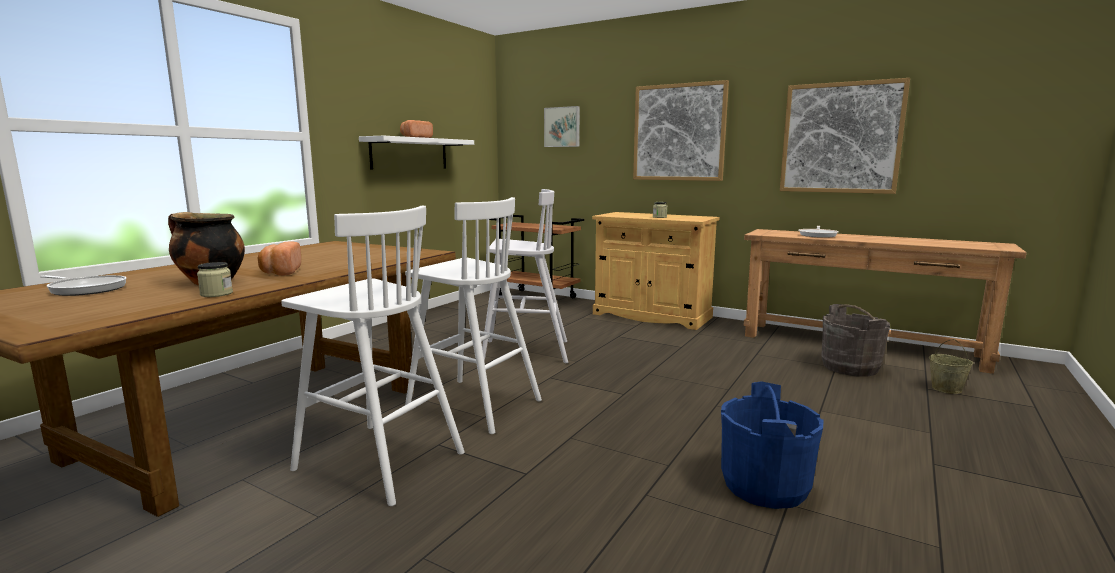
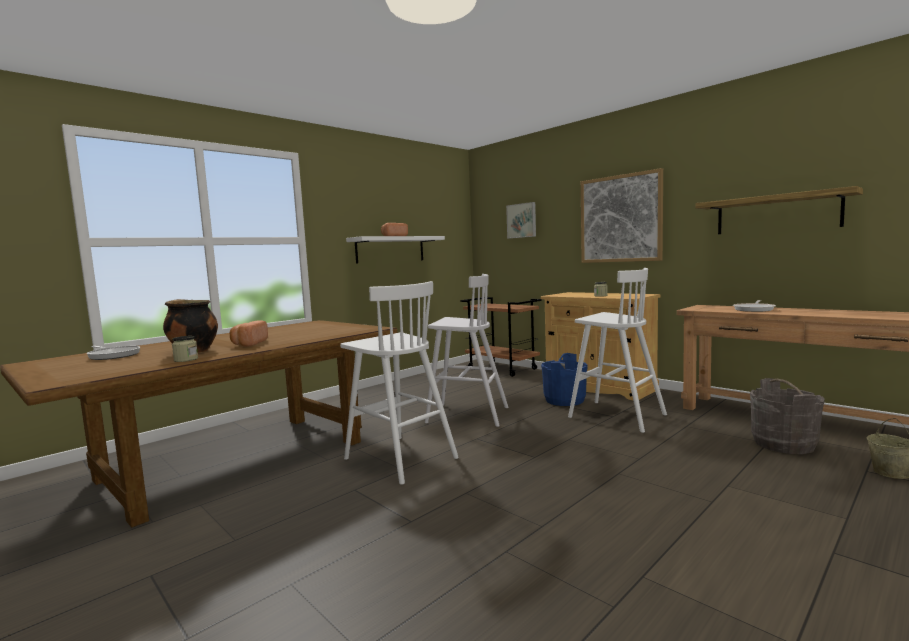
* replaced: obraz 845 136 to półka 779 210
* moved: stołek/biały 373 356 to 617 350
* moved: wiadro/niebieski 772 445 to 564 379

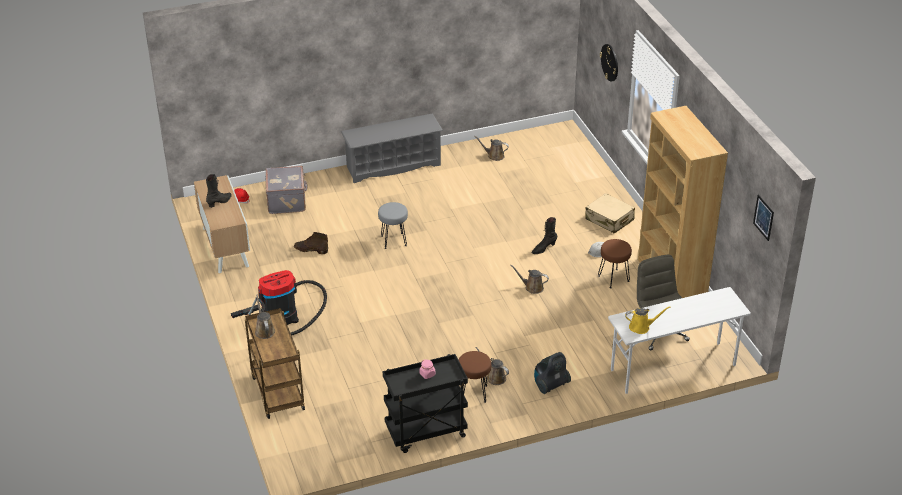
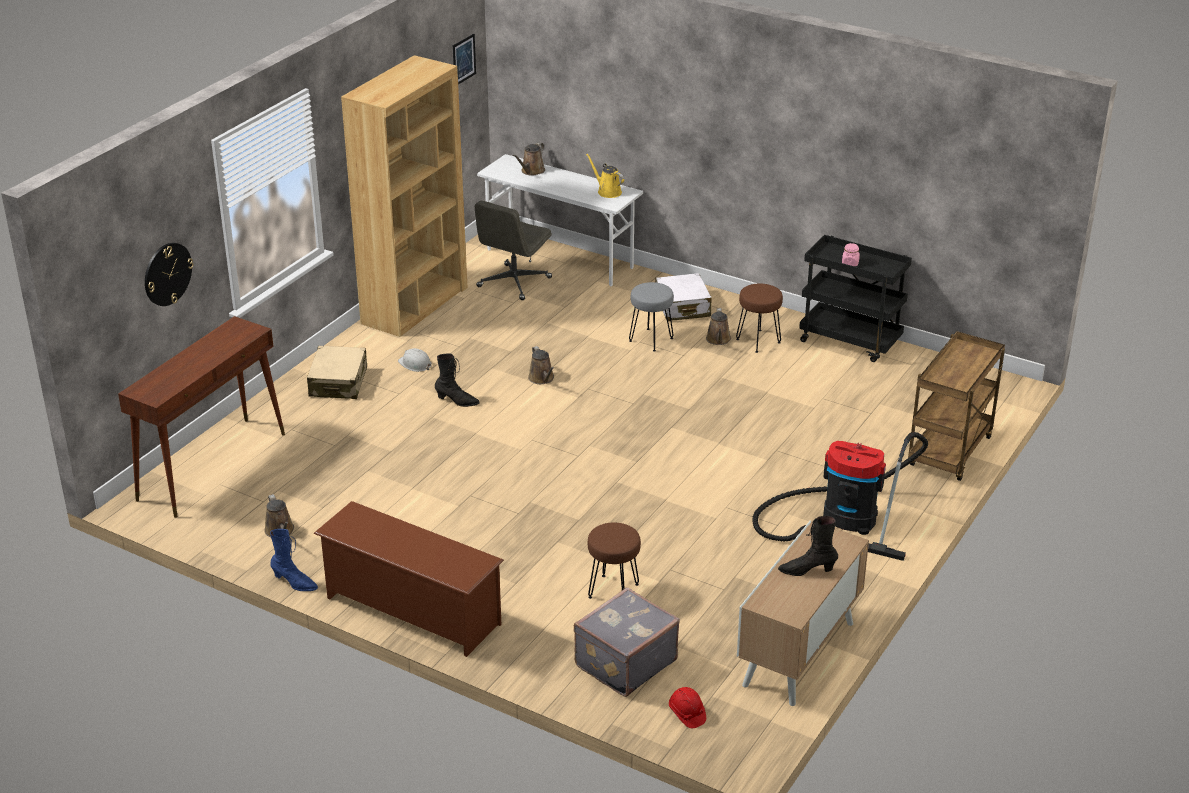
* recoloured: regał na buty/szary 392 148 to regał na buty/brązowy 409 579
* moved: stołek/szary 393 225 to 651 317
* removed: but z cholewką/brązowy 311 243
* moved: stołek/brązowy 615 264 to 614 561
* moved: konewka/brązowy 265 316 to 529 159
* replaced: odkurzacz 552 373 to walizka/biały 684 297
* added: stolik konsolowy/brązowy 201 417
* added: but z cholewką/niebieski 294 560

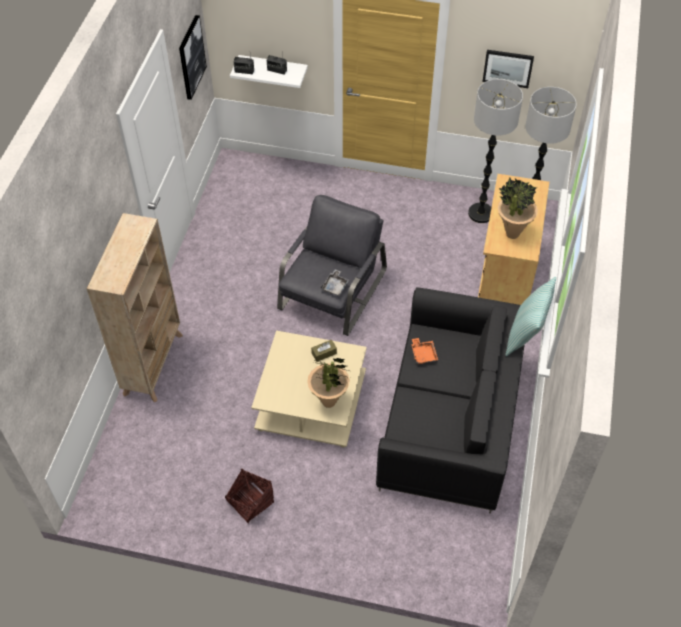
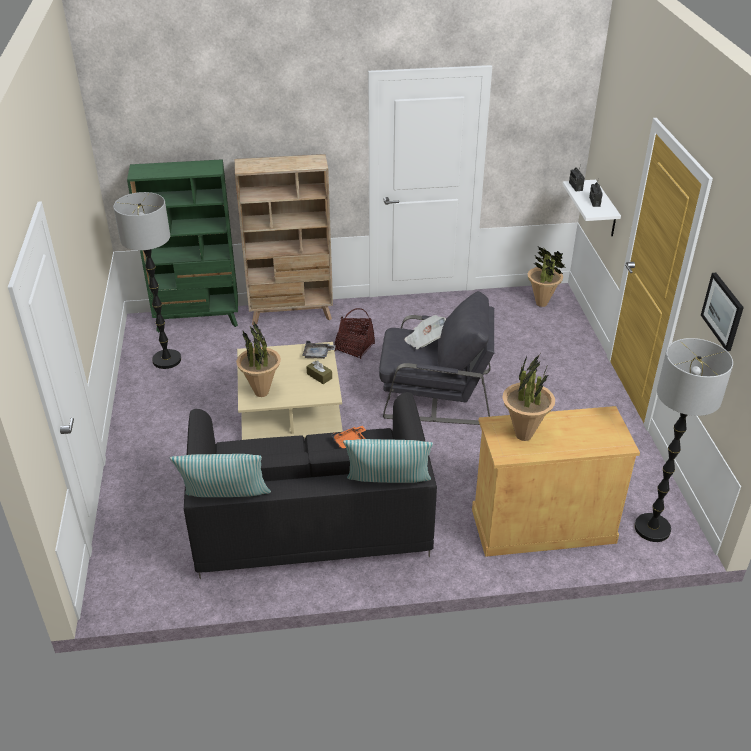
* removed: obraz 193 57
* moved: lampa stojąca 495 151 to 147 280
* moved: taca/szary 335 282 to 319 350
* moved: koszyk 249 496 to 355 333
* added: regał/zielony 182 245
* added: roślina doniczkowa 547 277
* added: gazeta 425 332
* added: poduszka 220 475

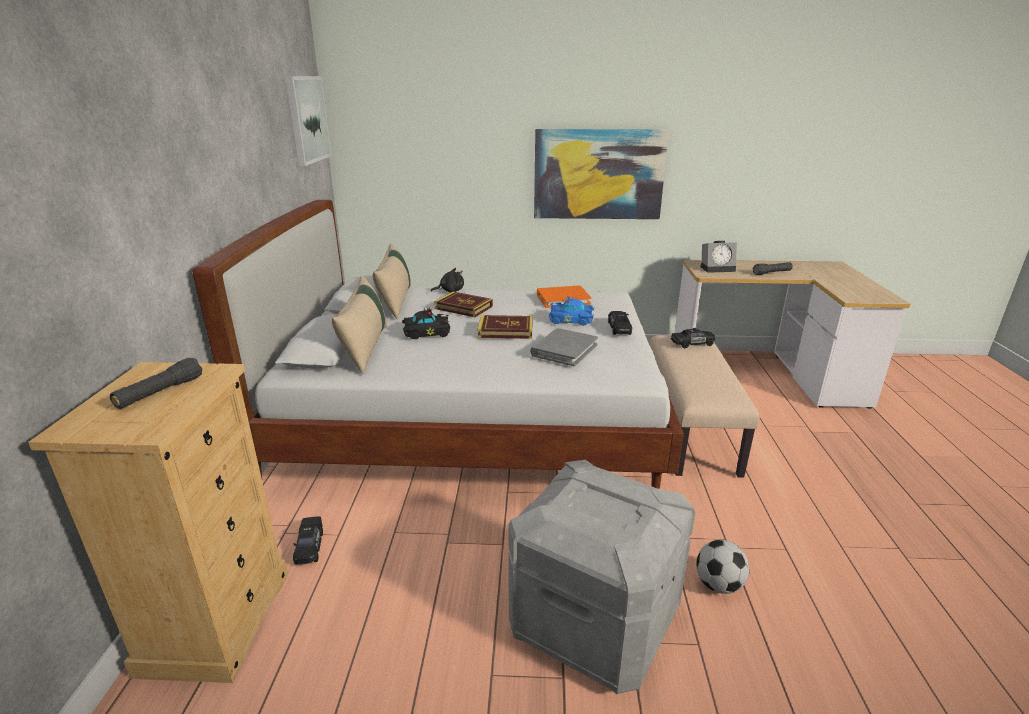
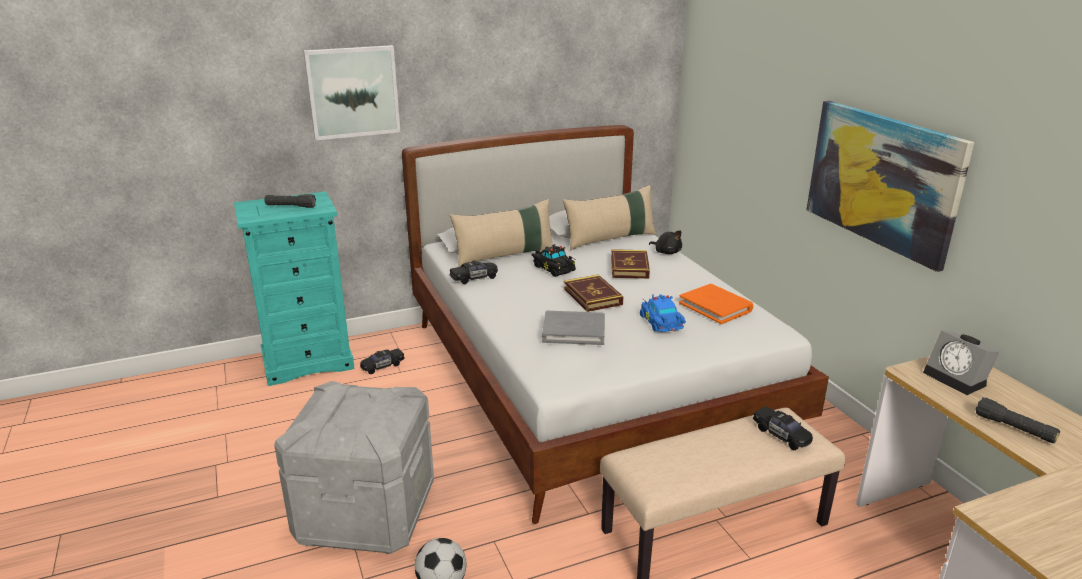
* moved: obraz 308 121 to 351 92
* moved: samochodzik/czarny 620 323 to 473 272
* recoloured: komoda/beżowy 158 522 to komoda/turkusowy 294 288

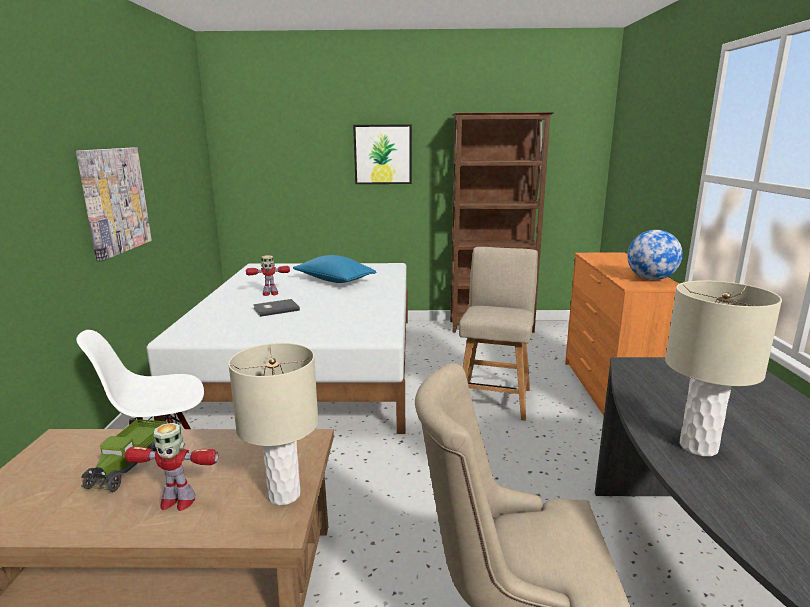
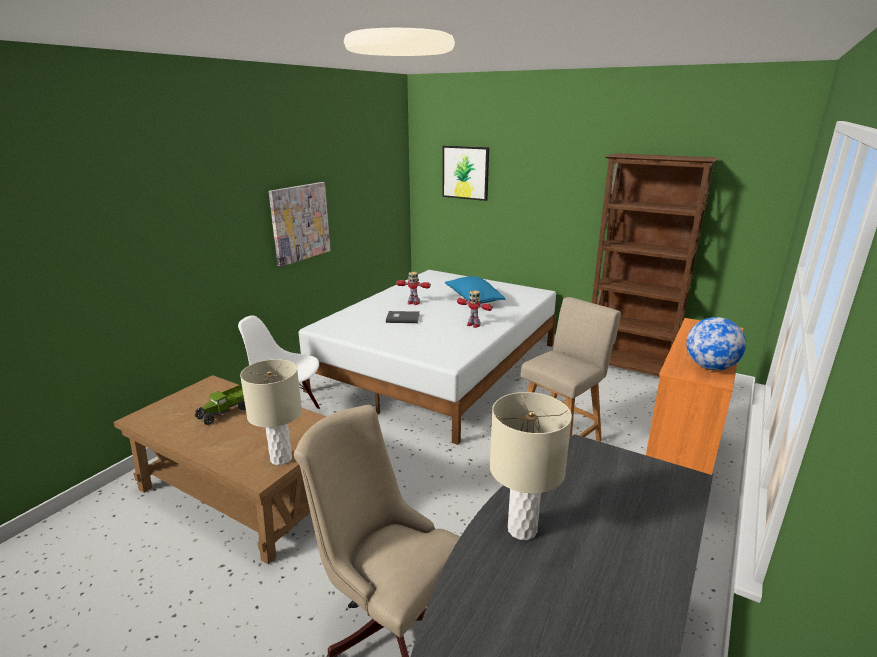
* moved: obraz 382 154 to 465 173
* moved: robot zabawkowy 171 467 to 475 309

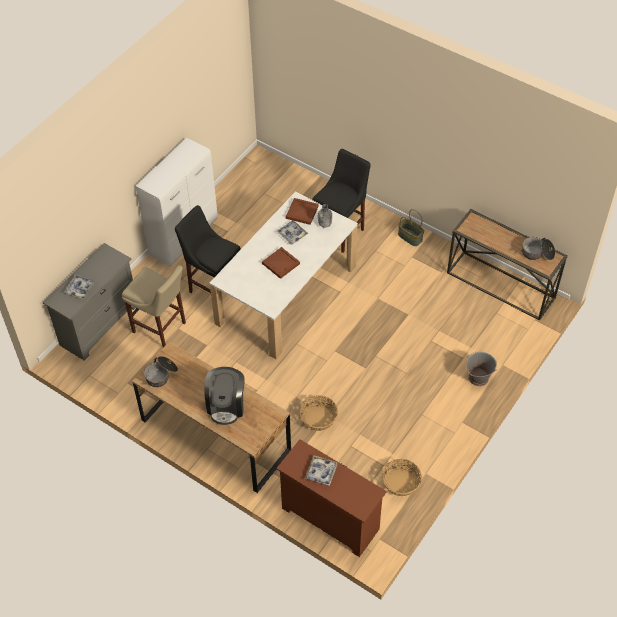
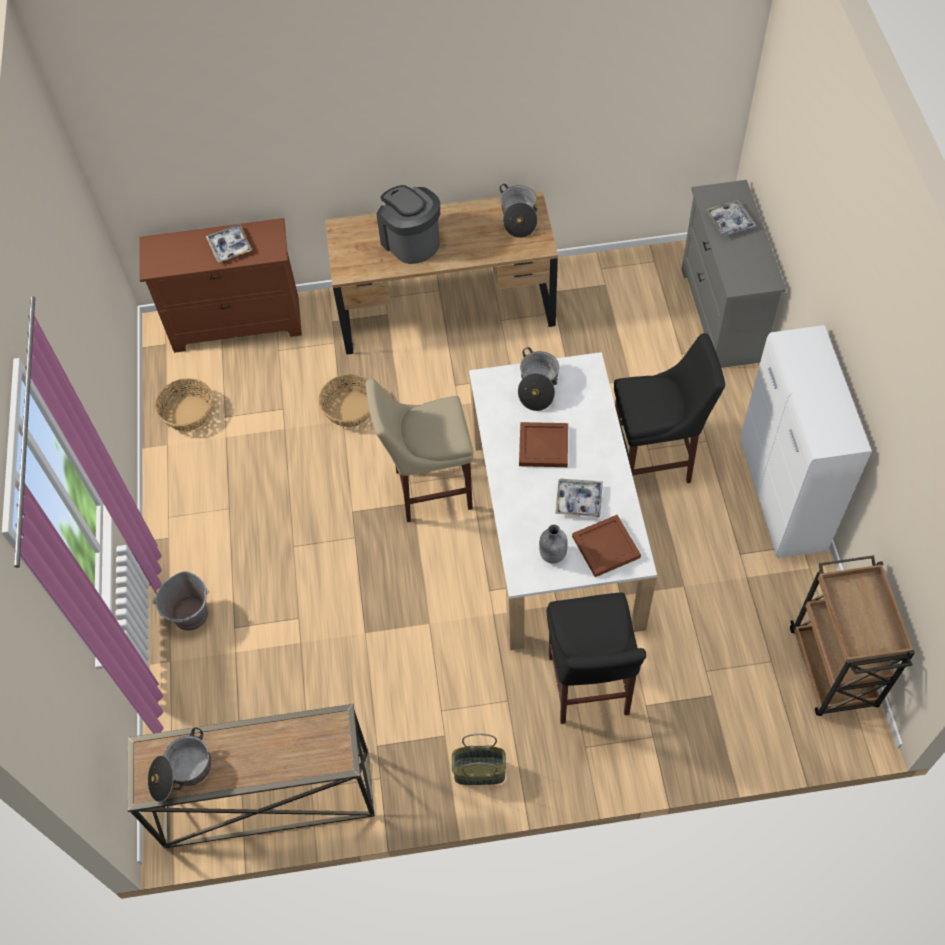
* moved: stołek/beżowy 154 306 to 419 450
* added: garnek 538 379
* added: wózek/brązowy 852 635

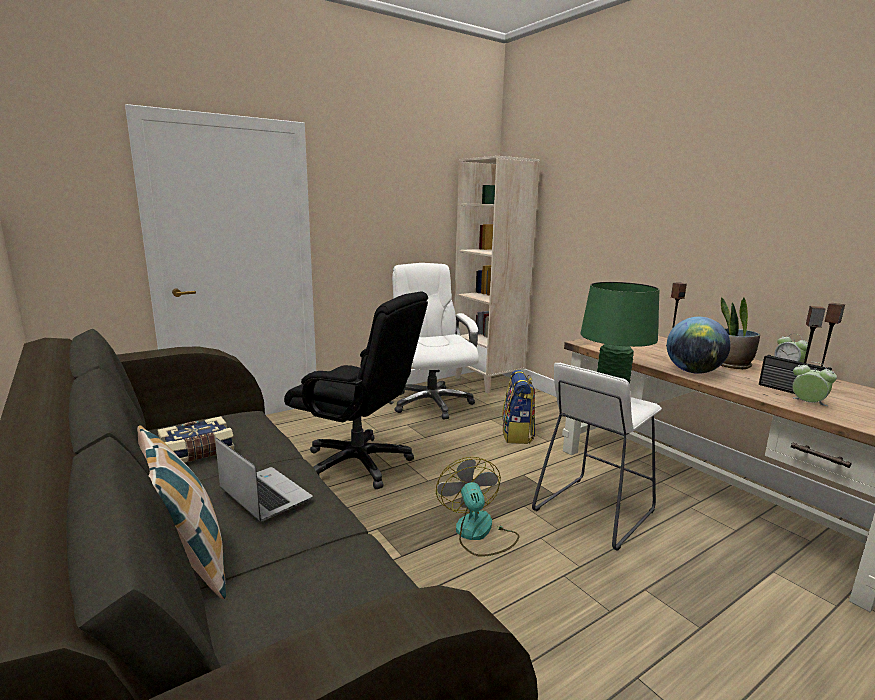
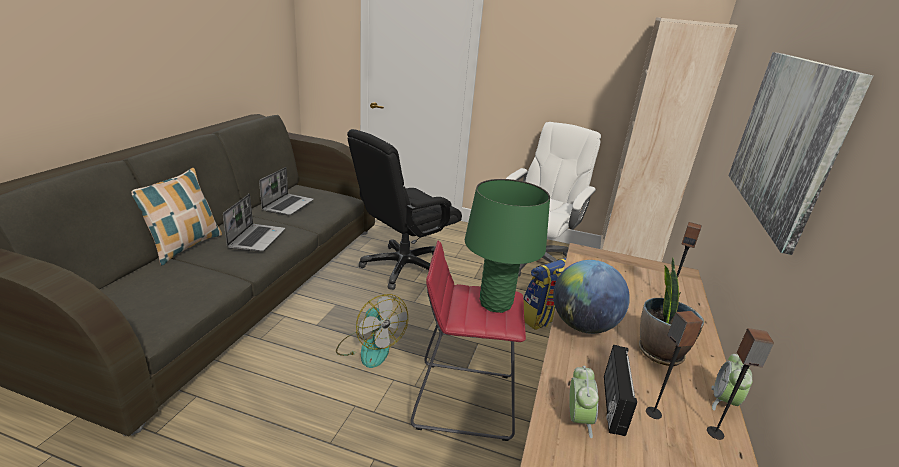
* turned: krzesło biurowe/czarny 356 390 = 404 209 60 degrees clockwise
* recoloured: stołek/biały 597 457 to stołek/czerwony 468 341
* replaced: książka 195 439 to laptop 286 191
* turned: wentylator 477 507 = 372 331 105 degrees clockwise
* added: obraz 800 153

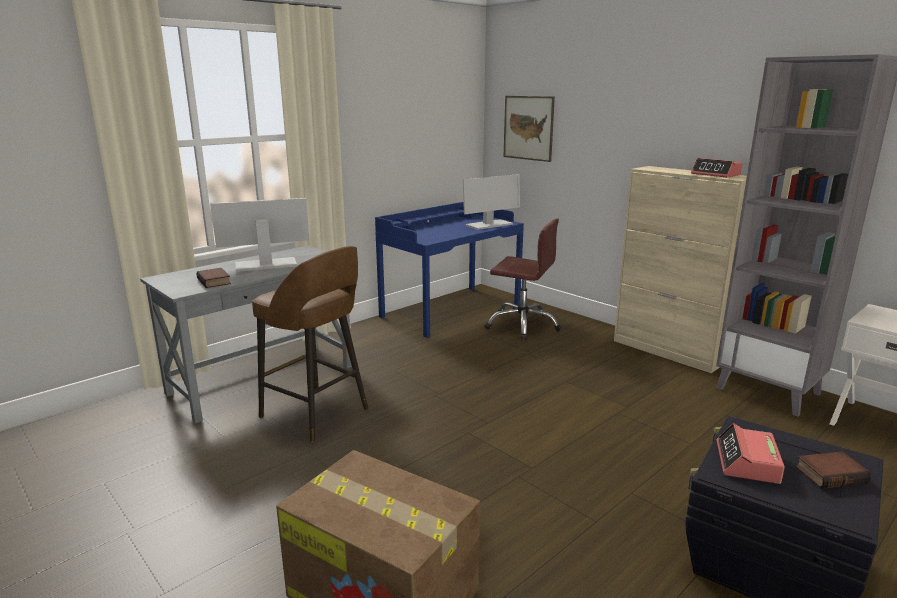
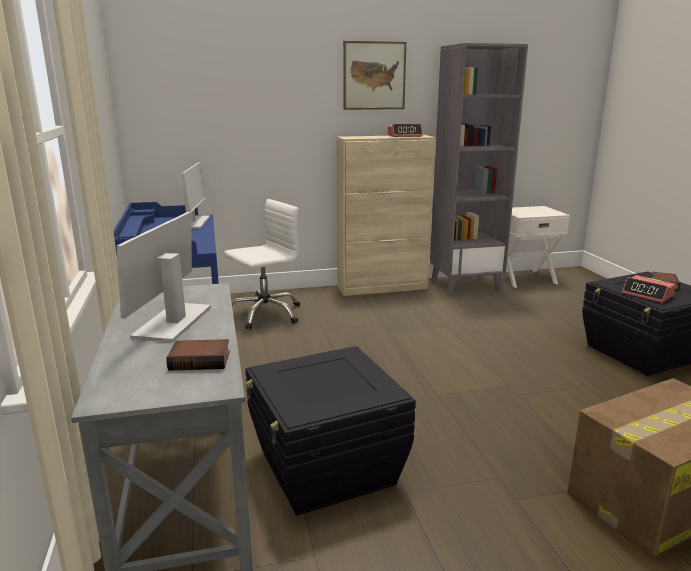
* moved: obraz 529 129 to 374 75
* recoloured: krzesło biurowe/brązowy 522 279 to krzesło biurowe/biały 262 264
* replaced: stołek/brązowy 310 344 to pojemnik do przechowywania/czarny 330 431

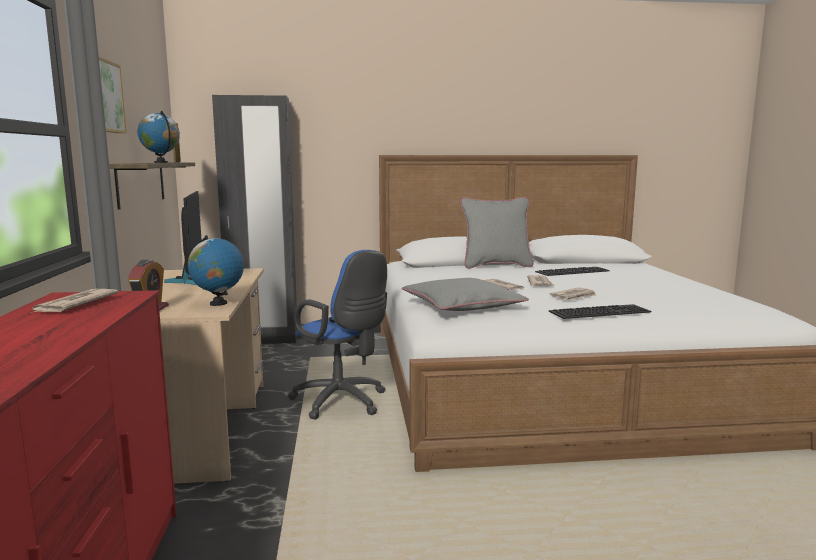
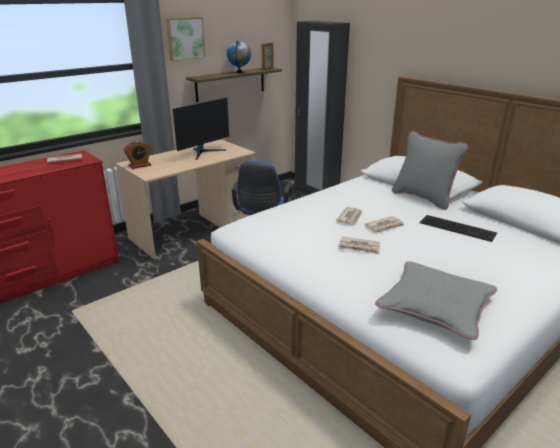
* removed: globus 216 270
* moved: poduszka/szary 465 294 to 436 300
* removed: klawiatura 600 311

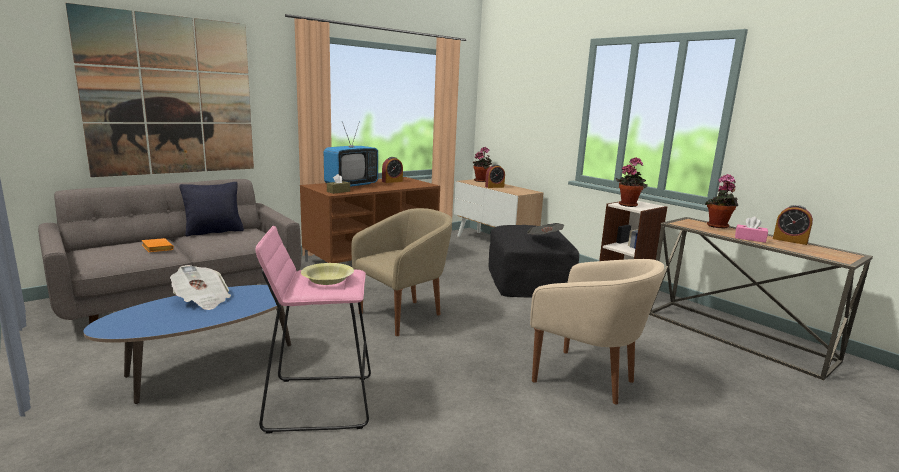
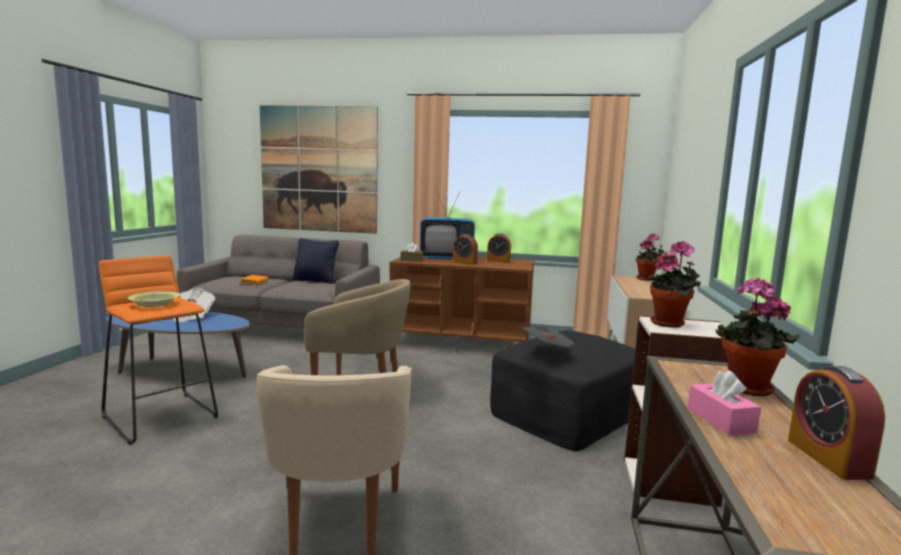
* moved: budzik 495 176 to 465 249
* recoloured: stołek/różowy 313 330 to stołek/pomarańczowy 158 350

